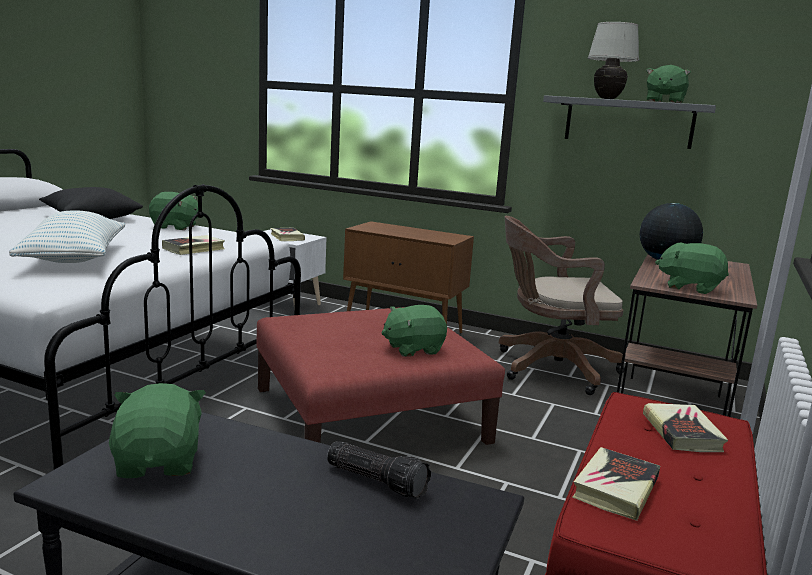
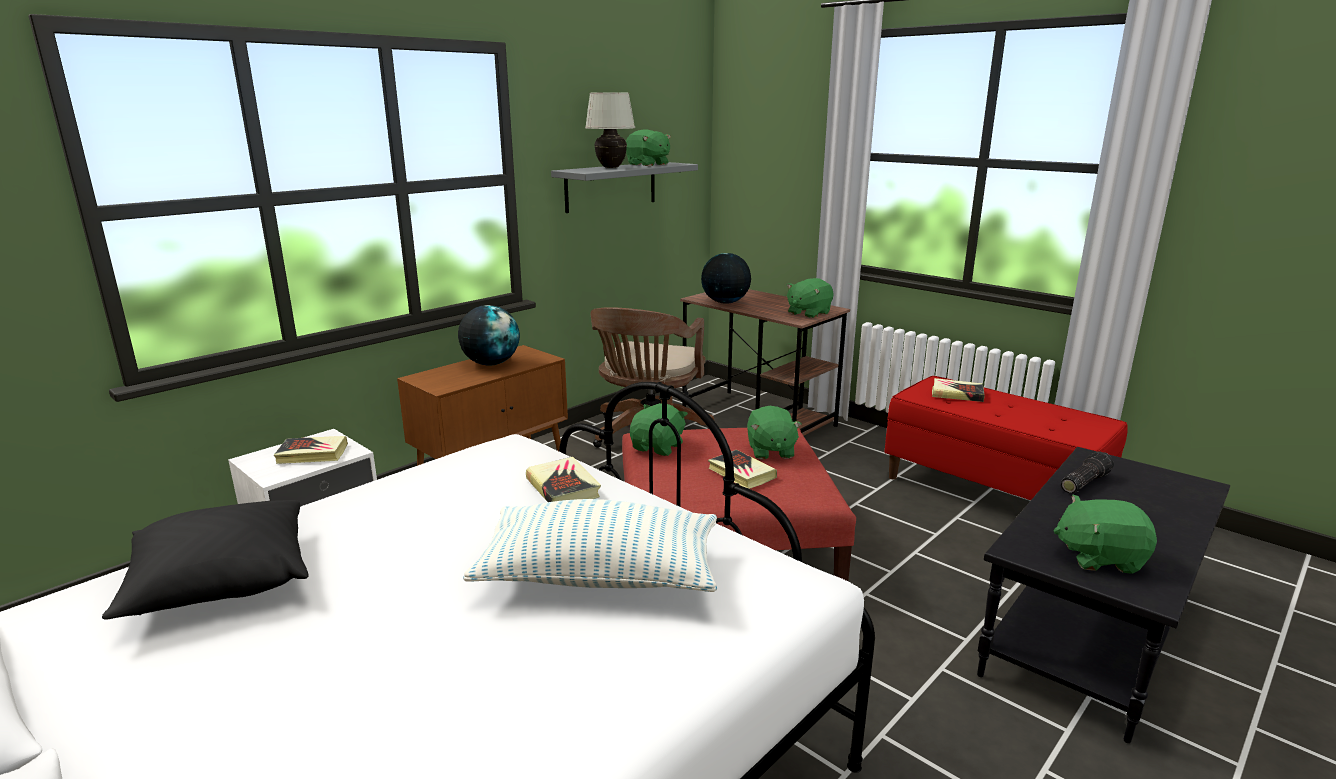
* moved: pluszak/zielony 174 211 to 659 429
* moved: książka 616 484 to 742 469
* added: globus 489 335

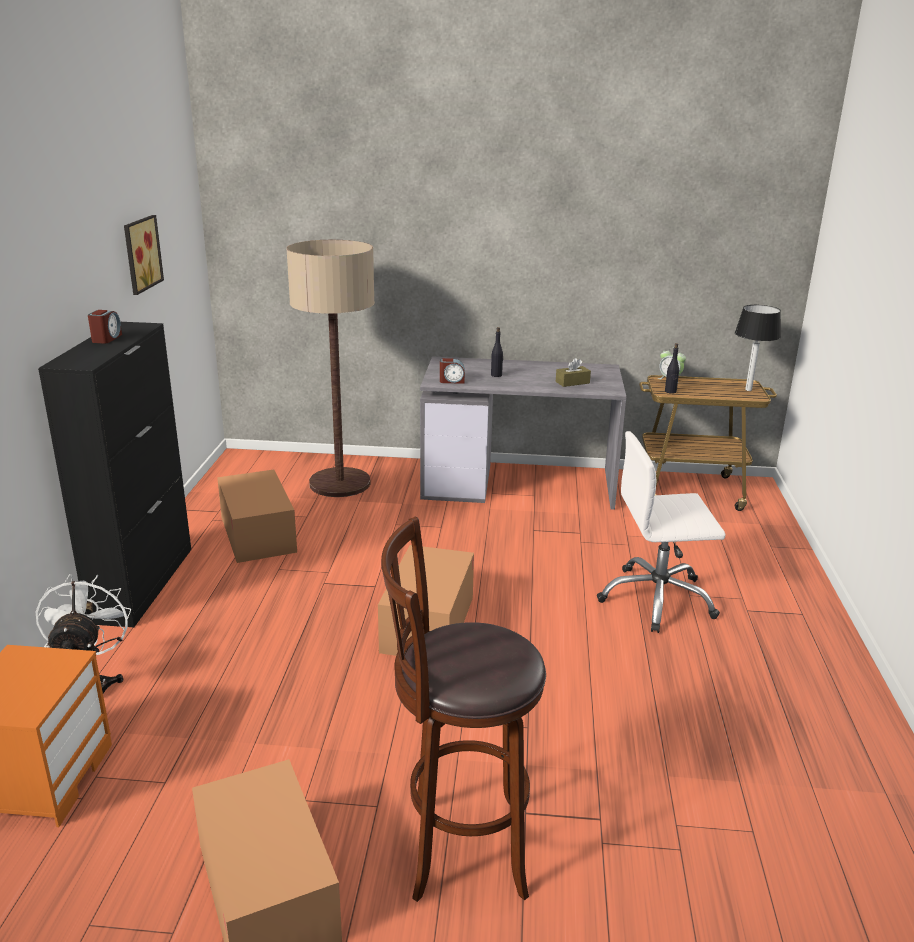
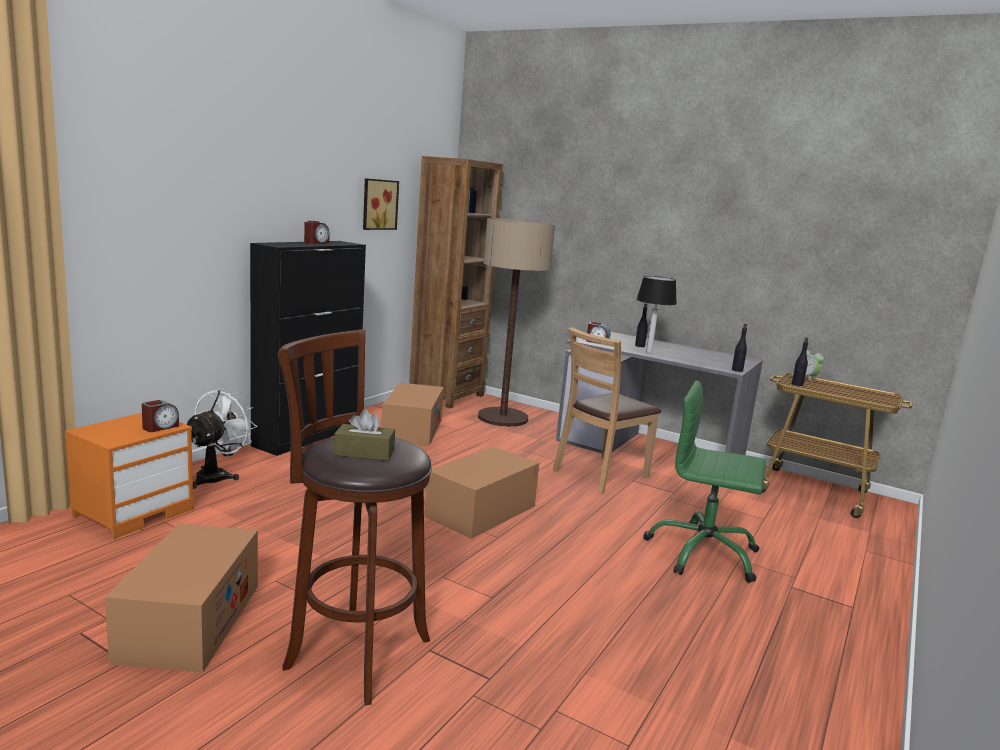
* moved: lampa stołowa 758 348 to 656 314
* moved: pudełko chusteczek/brązowy 573 372 to 364 435
* recoloured: krzesło biurowe/biały 661 532 to krzesło biurowe/zielony 704 481
* added: regał/brązowy 456 282
* added: butelka/czarny 739 348
* added: krzesło/brązowy 607 410
* added: budzik 160 416

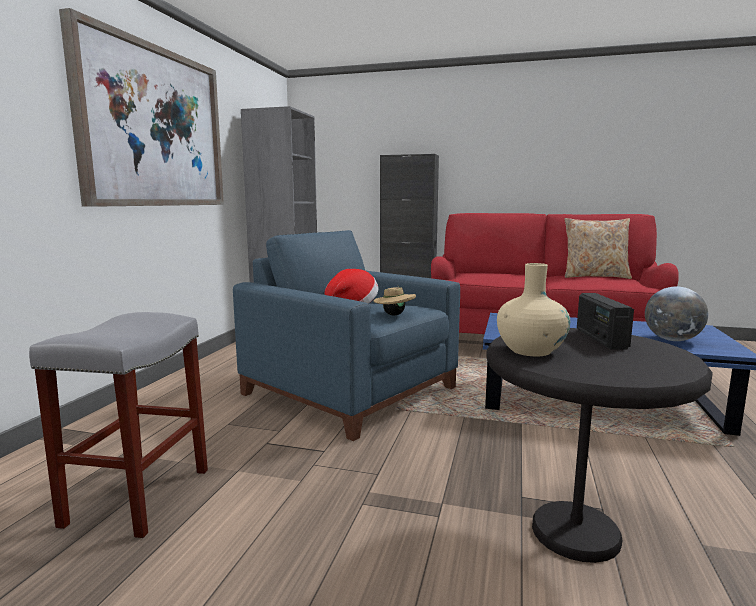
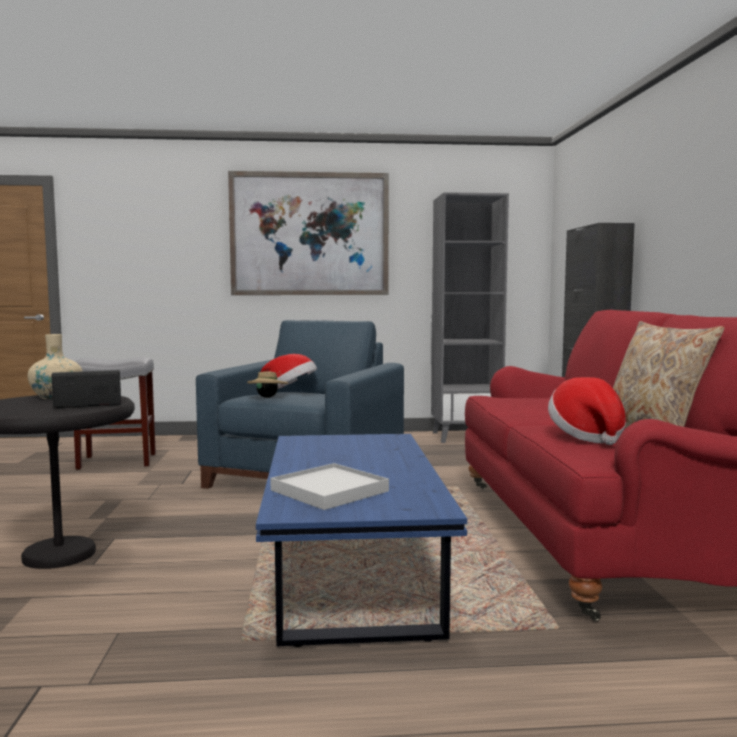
* replaced: globus 676 313 to taca/biały 329 486
* added: kapelusz 587 411

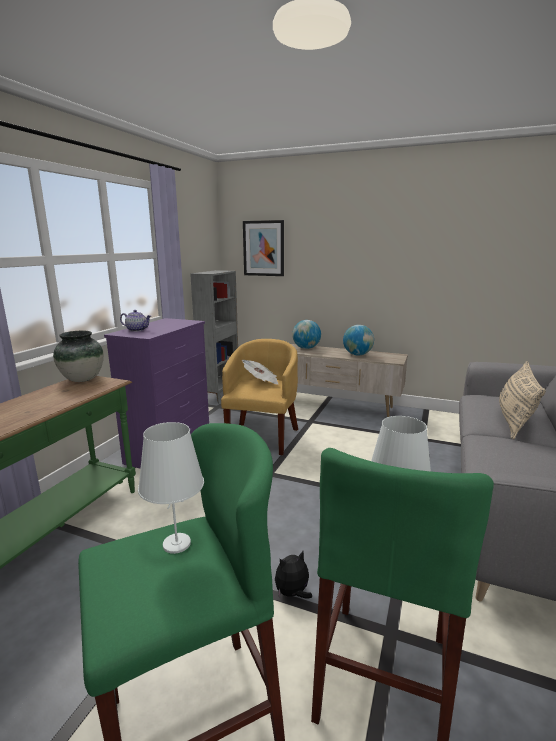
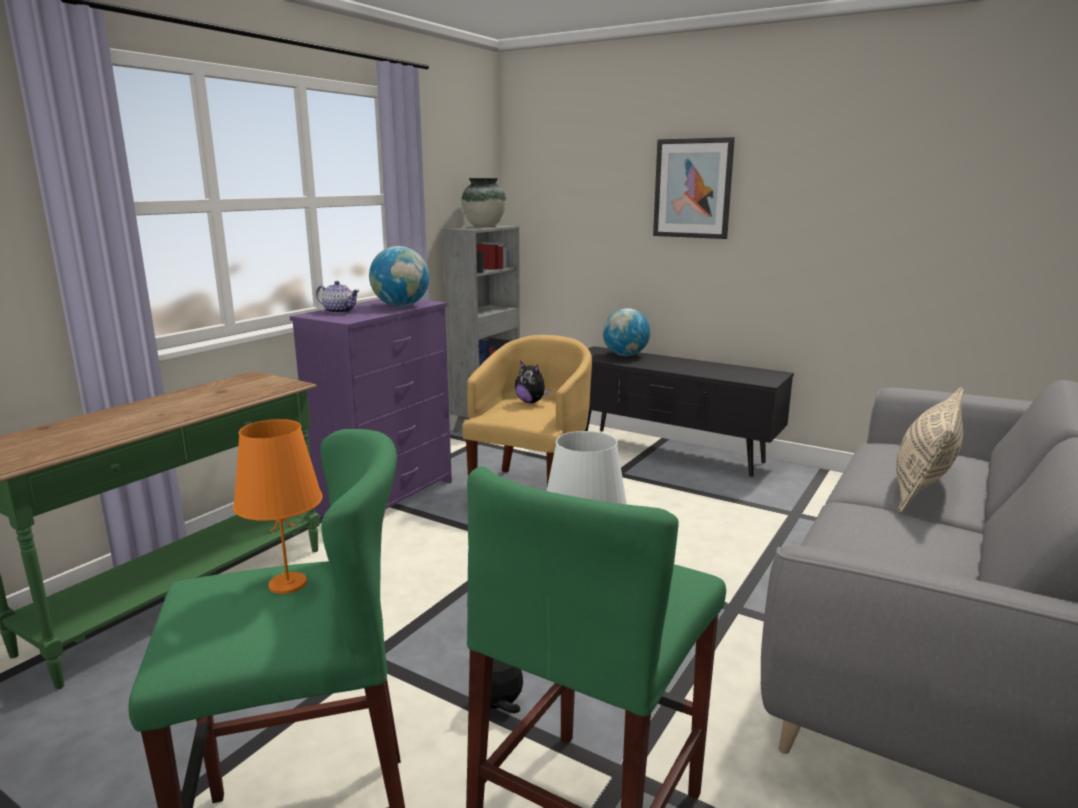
* moved: obraz 263 248 to 694 188
* moved: globus 358 340 to 399 276
* moved: wazon 78 356 to 483 202
* recoloured: szafka pod telewizor/beżowy 349 380 to szafka pod telewizor/czarny 689 411
* replaced: gazeta 260 372 to pluszak 532 382
* recoloured: lampa stołowa/biały 171 488 to lampa stołowa/pomarańczowy 278 506

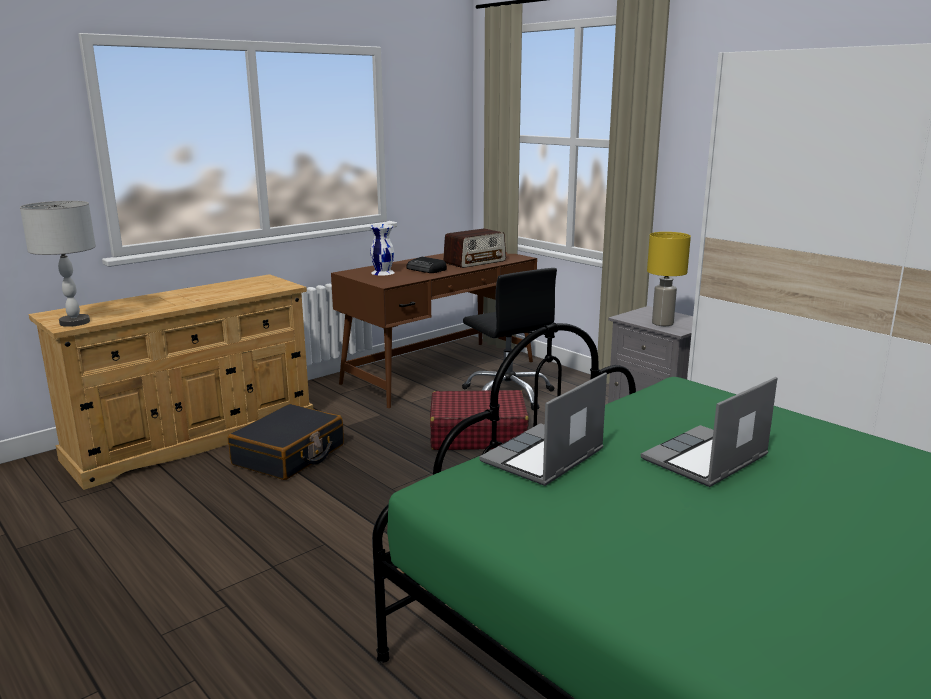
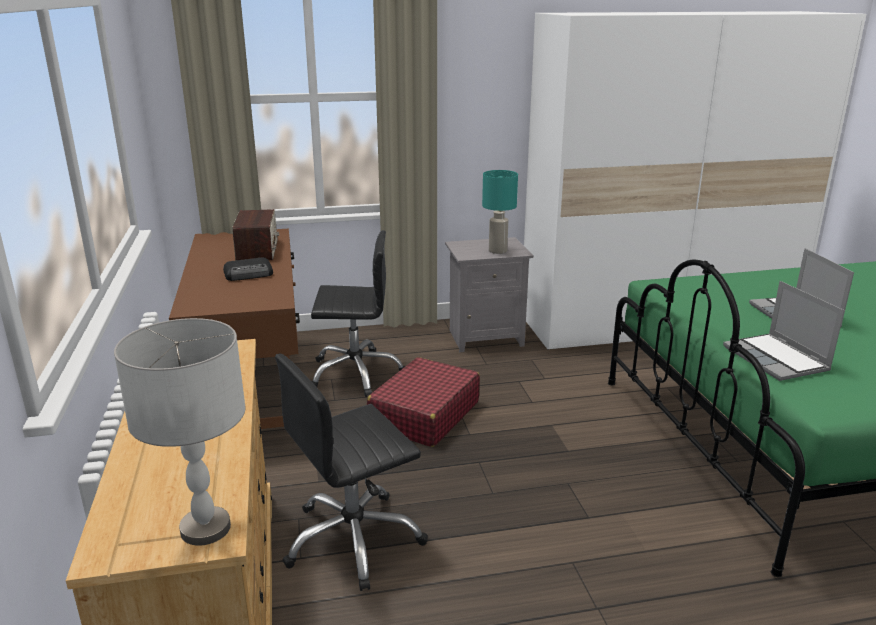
* removed: wazon/biały 382 249
* recoloured: lampa stołowa/żółty 669 279 to lampa stołowa/turkusowy 500 212
* replaced: walizka/czarny 286 442 to krzesło biurowe/czarny 351 472

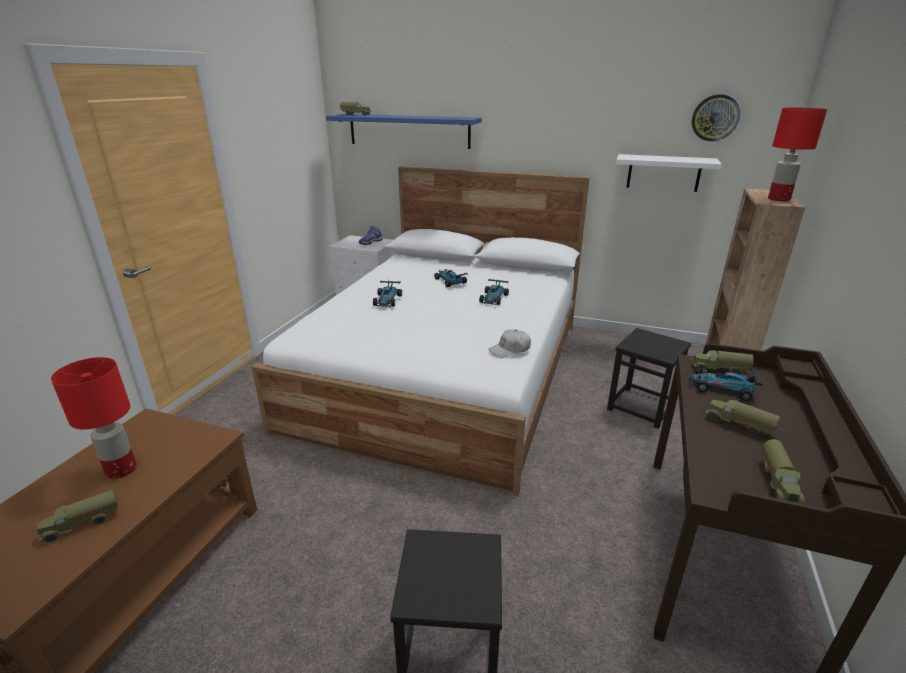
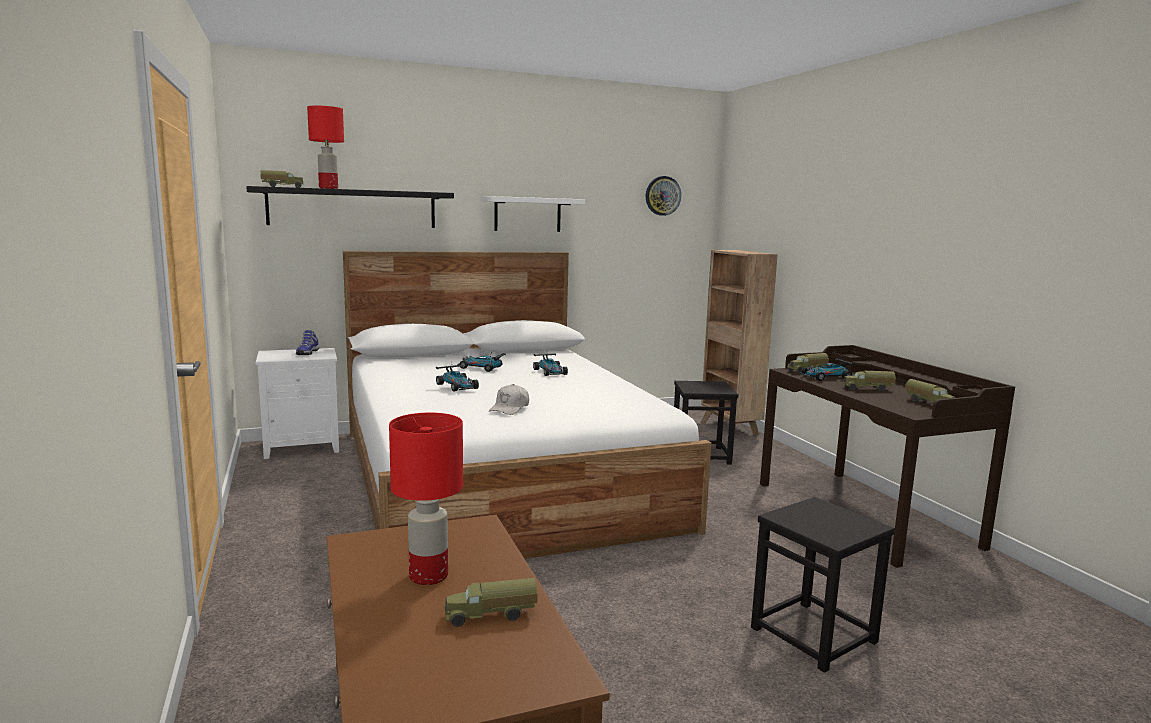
* moved: lampa stołowa/czerwony 797 154 to 325 147
* recoloured: półka/niebieski 404 131 to półka/czarny 350 207
* moved: półka/biały 669 173 to 533 214
* moved: czapka z daszkiem/biały 510 343 to 509 399
* turned: ciężarówka zabawkowa 77 516 = 490 602 60 degrees clockwise

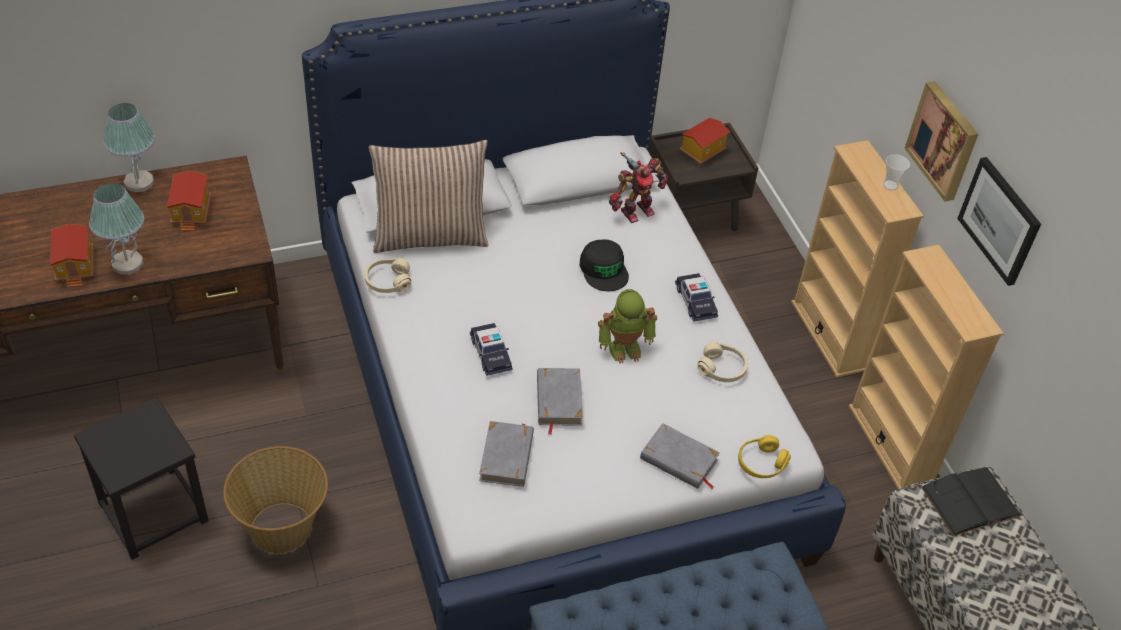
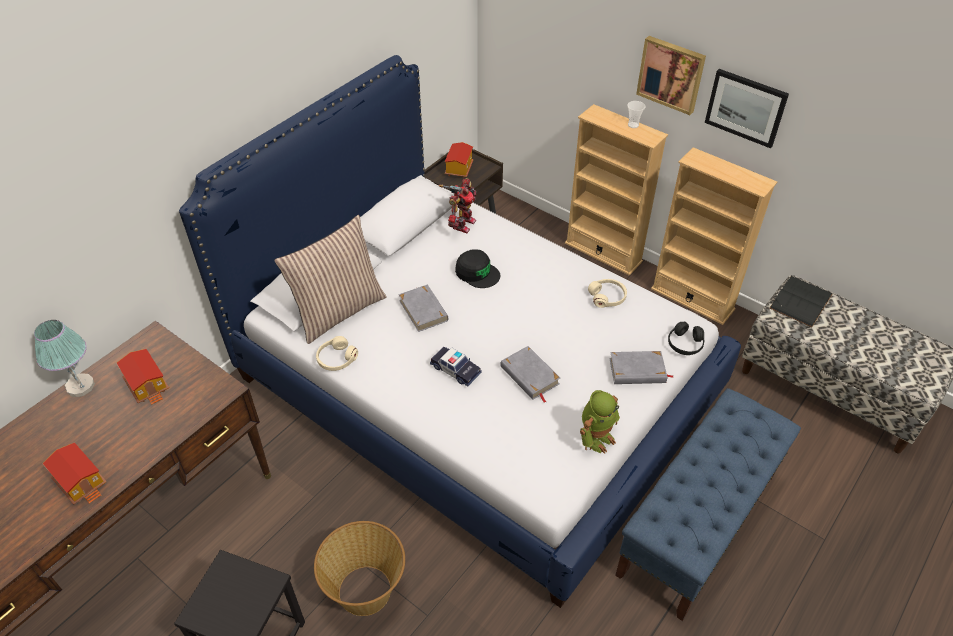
* removed: lampa stołowa 116 229
* removed: samochodzik 696 297
* moved: robot zabawkowy 627 326 to 600 422
* moved: książka/szary 506 454 to 423 308
* recoloured: słuchawki/żółty 764 456 to słuchawki/czarny 686 338

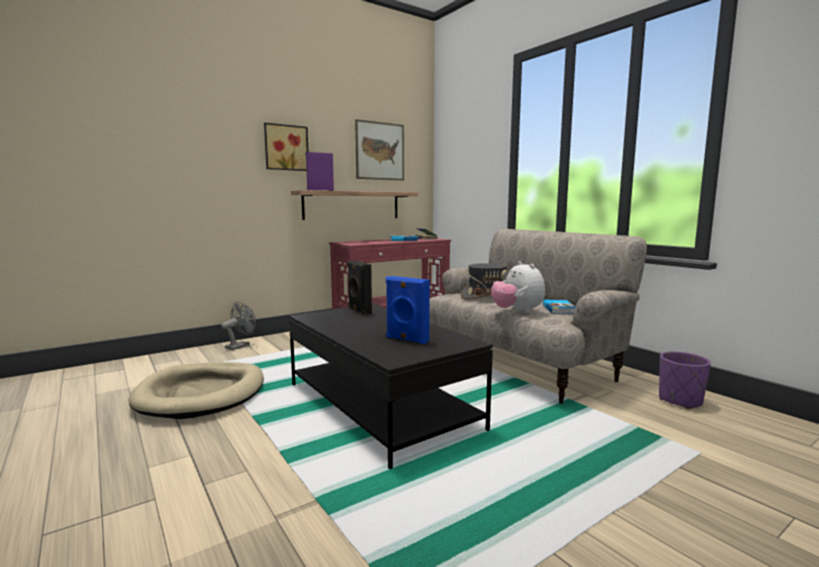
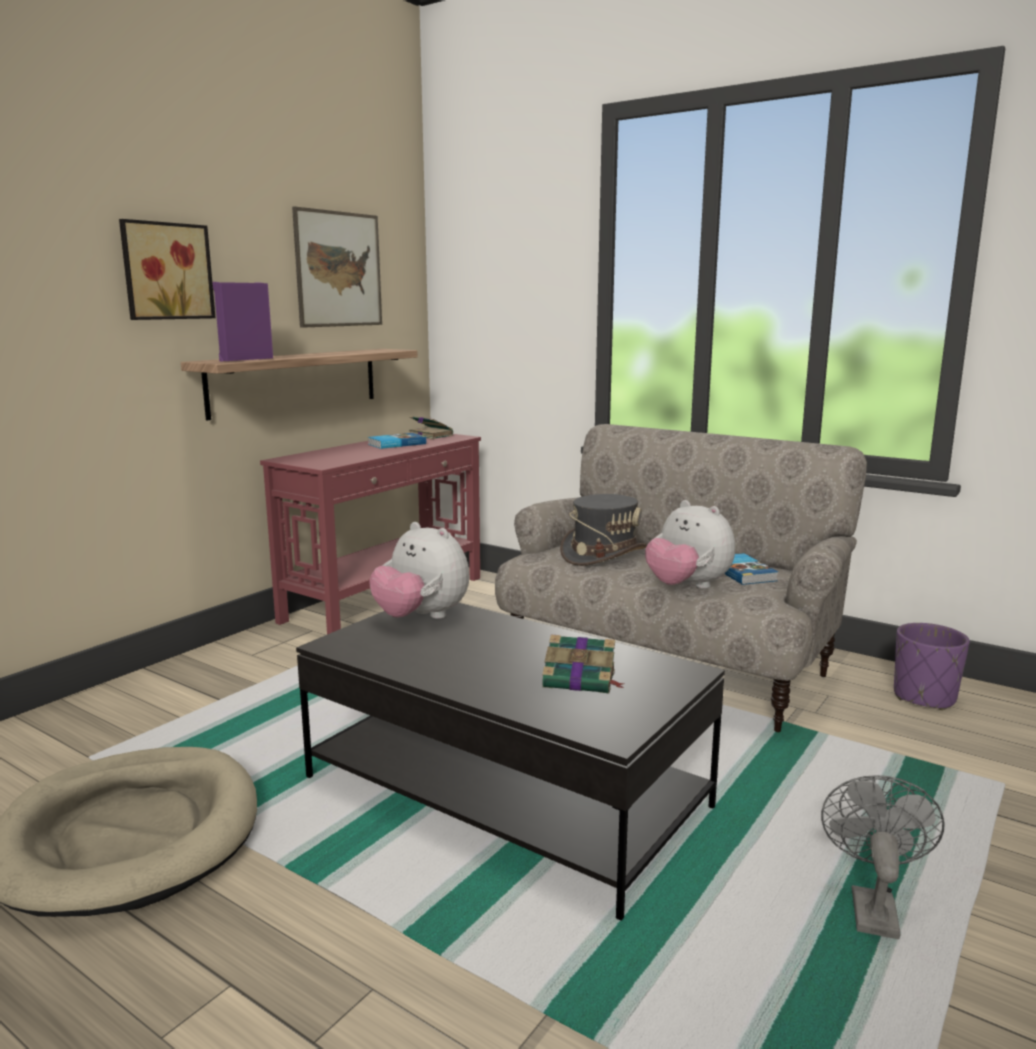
* replaced: głośnik/czarny 360 287 to pluszak 419 570
* replaced: głośnik/niebieski 408 310 to książka 583 664
* moved: wentylator/szary 238 326 to 883 857

